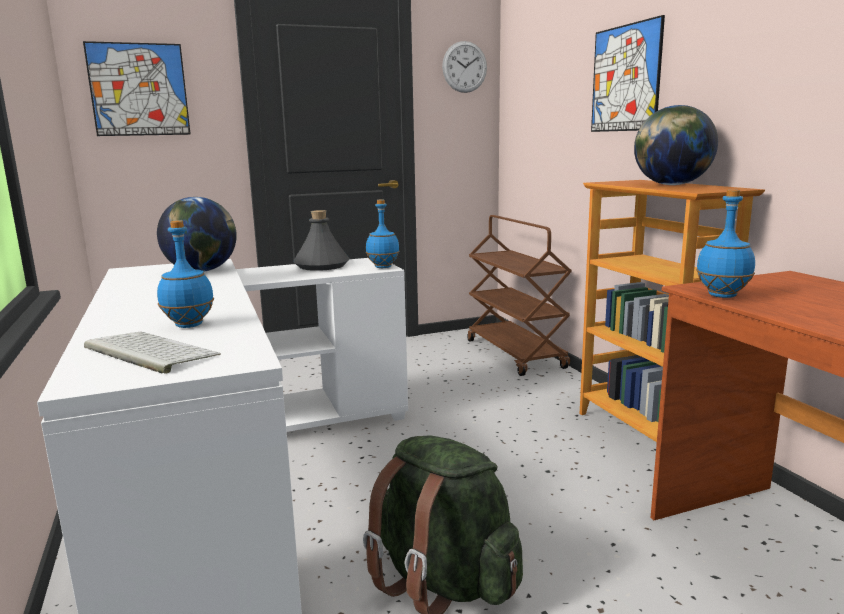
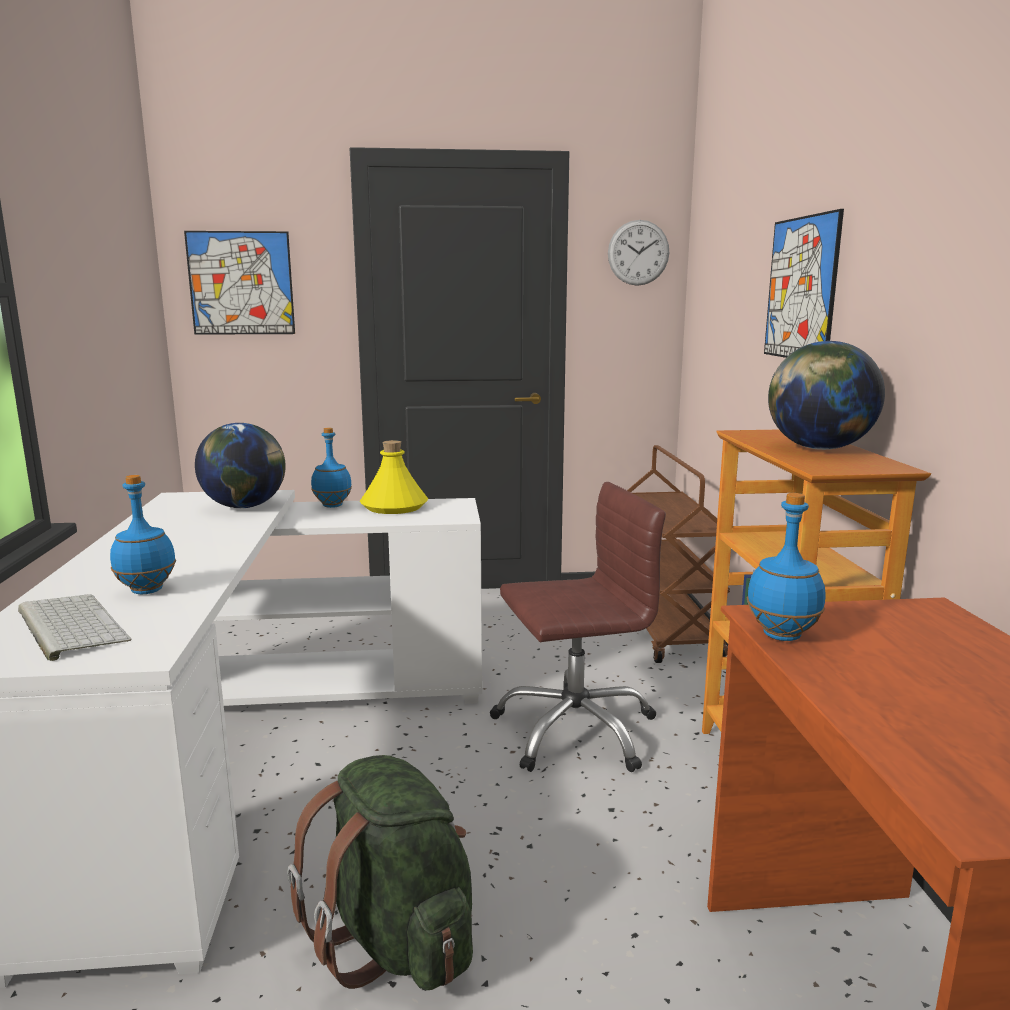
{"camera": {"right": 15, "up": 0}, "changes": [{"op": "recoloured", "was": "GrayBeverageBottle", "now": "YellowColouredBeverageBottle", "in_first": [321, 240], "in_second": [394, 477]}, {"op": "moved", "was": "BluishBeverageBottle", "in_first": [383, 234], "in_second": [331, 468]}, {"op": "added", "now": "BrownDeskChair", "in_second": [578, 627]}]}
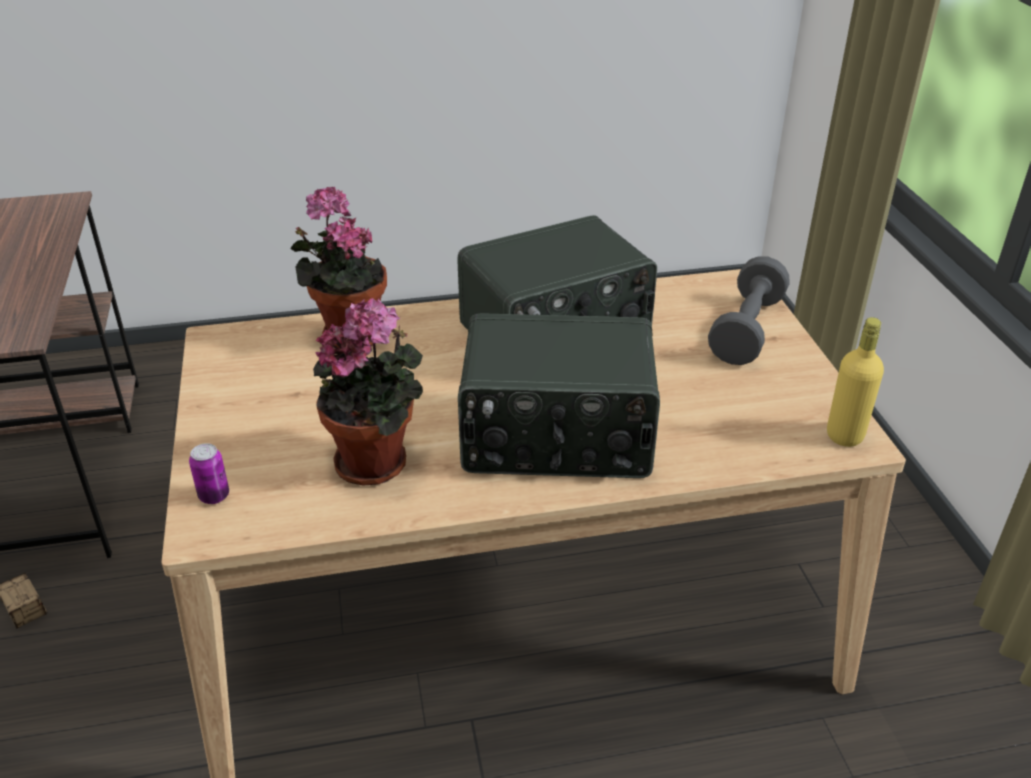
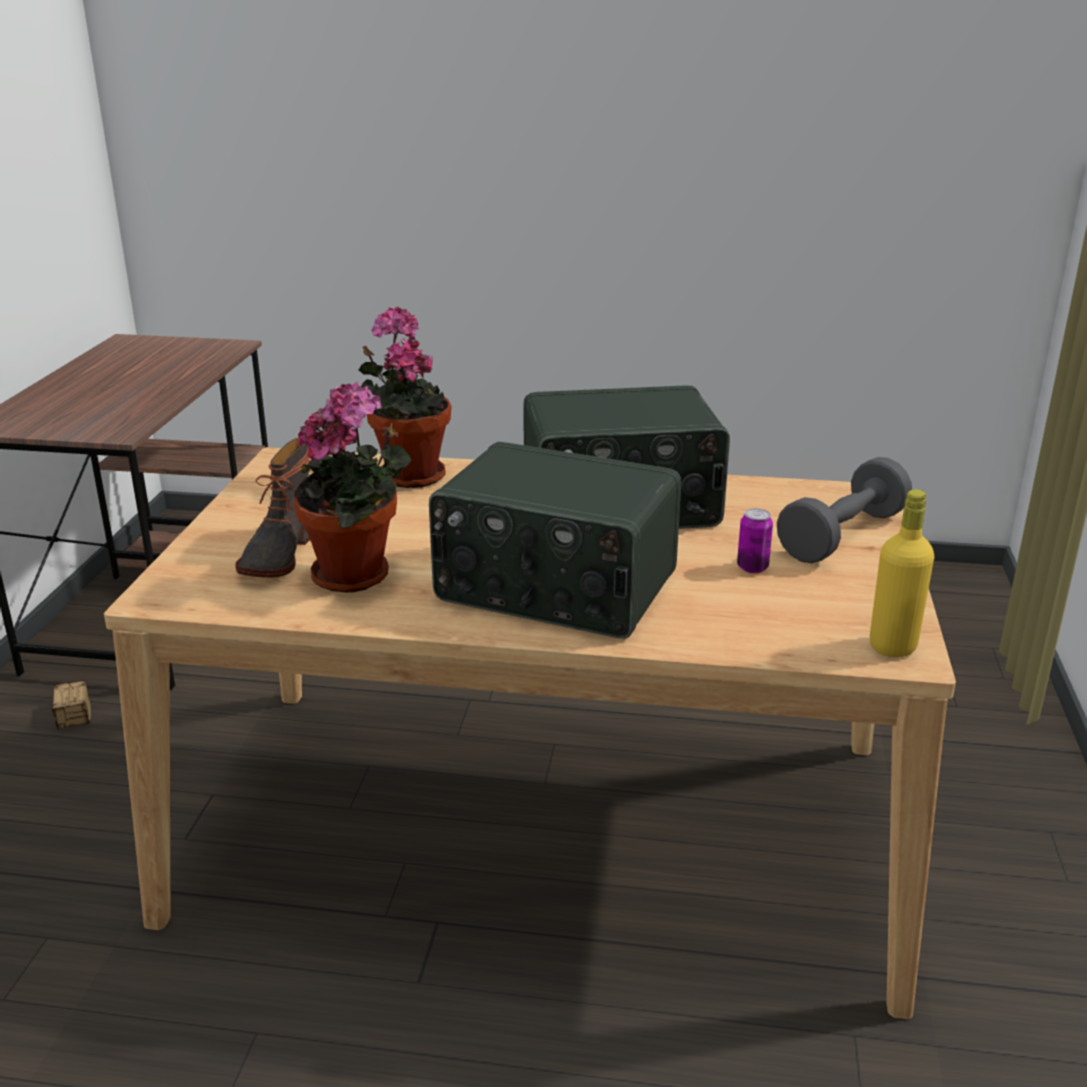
{"camera": {"right": 20, "up": -10}, "changes": [{"op": "moved", "was": "MetalCan", "in_first": [209, 473], "in_second": [755, 540]}, {"op": "added", "now": "TallBoot", "in_second": [272, 508]}]}
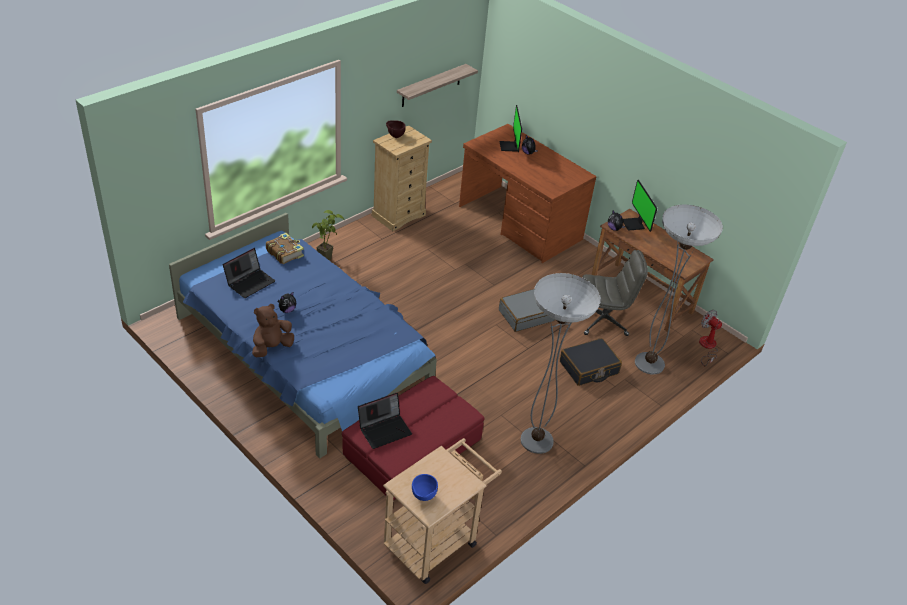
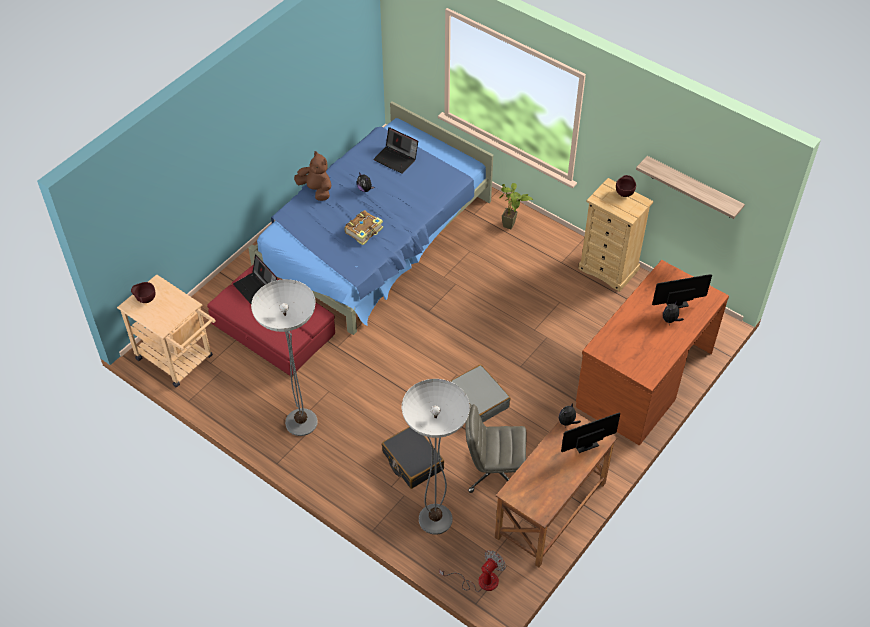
{"camera": {"right": 85, "up": 10}, "changes": [{"op": "moved", "was": "Book", "in_first": [285, 248], "in_second": [363, 227]}, {"op": "recoloured", "was": "BluishBowl", "now": "BrownBowl", "in_first": [425, 487], "in_second": [143, 292]}, {"op": "turned", "was": "GrayDeskChair", "in_first": [615, 293], "in_second": [496, 448], "clockwise": 105}]}
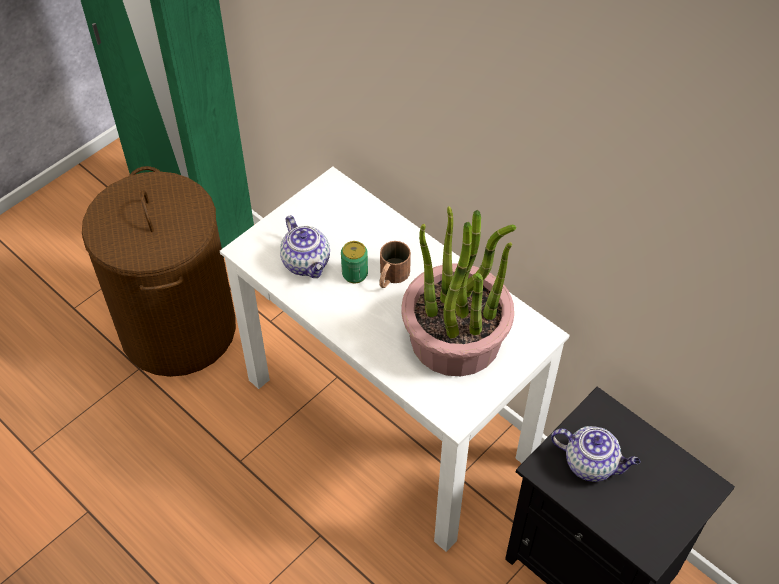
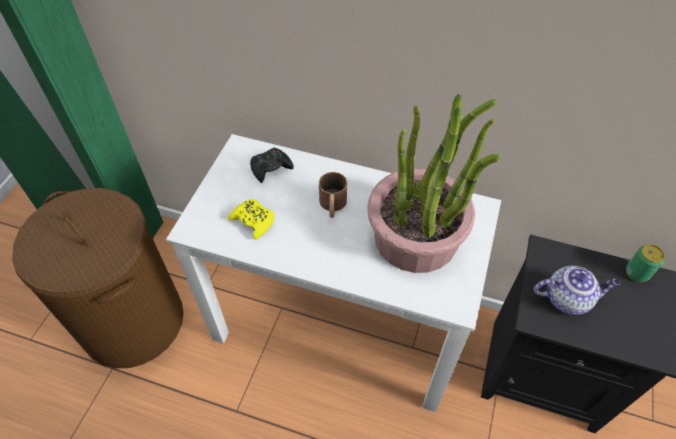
{"camera": {"right": -25, "up": 0}, "changes": [{"op": "replaced", "was": "TeaPot", "now": "YellowColouredGameController", "in_first": [305, 246], "in_second": [251, 219]}, {"op": "moved", "was": "MetalCan", "in_first": [354, 262], "in_second": [645, 263]}, {"op": "added", "now": "BlackColouredGameController", "in_second": [272, 165]}]}
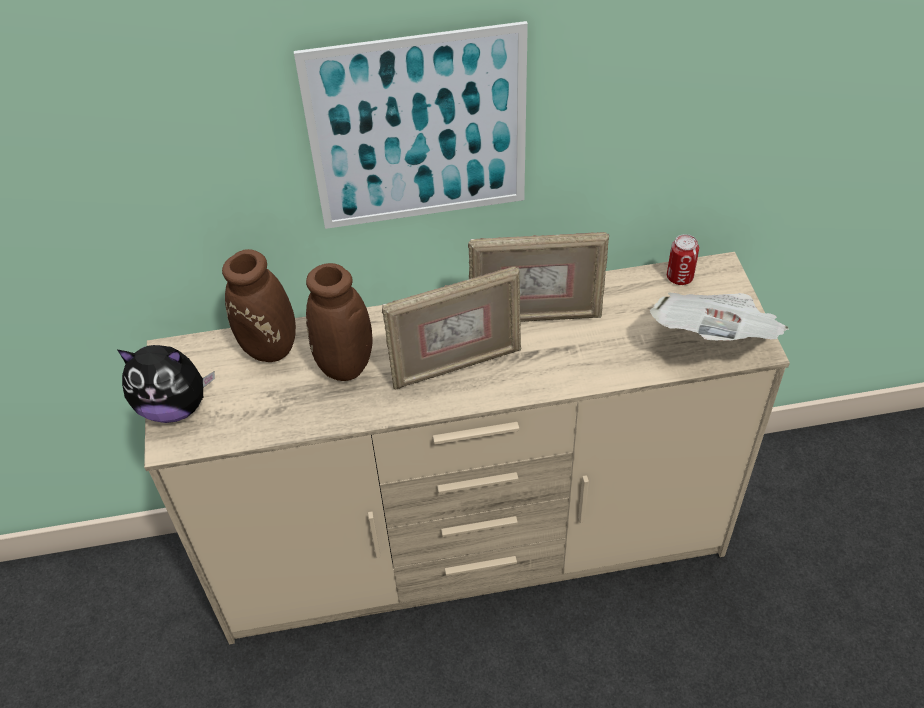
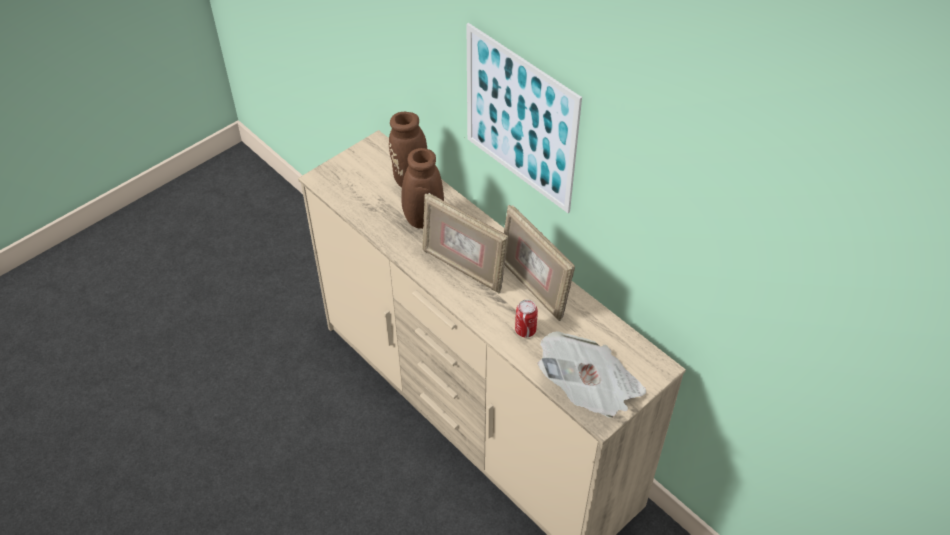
{"camera": {"right": 55, "up": 0}, "changes": [{"op": "removed", "was": "SoftToy", "in_first": [166, 384]}, {"op": "moved", "was": "MetalCan", "in_first": [683, 259], "in_second": [526, 318]}]}
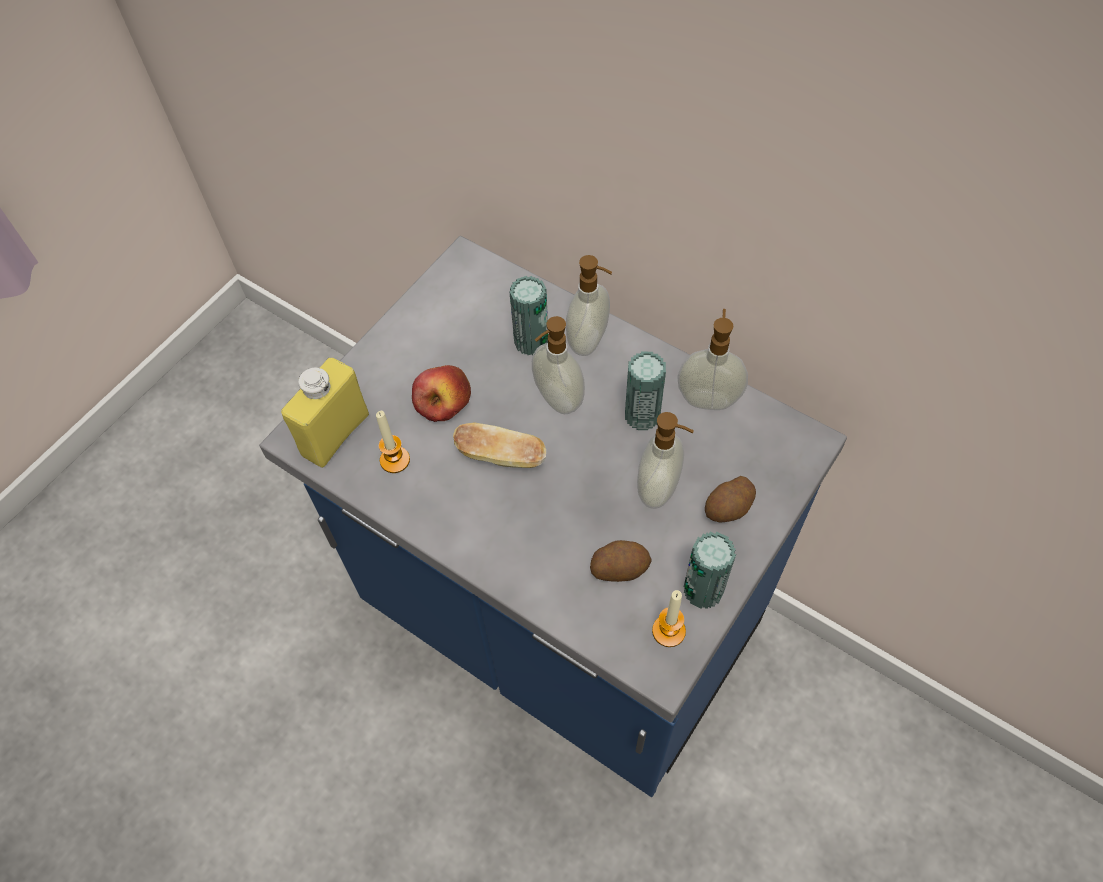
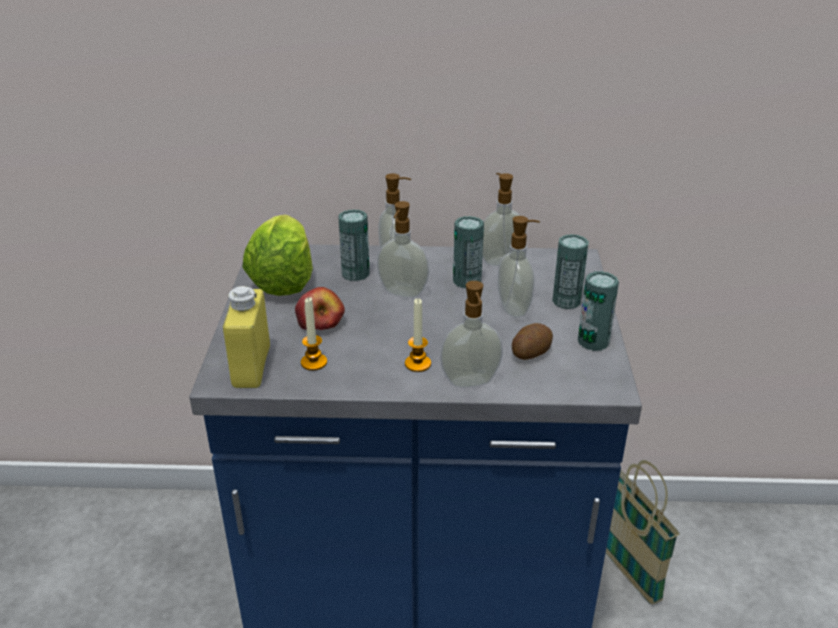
{"camera": {"right": -35, "up": -25}, "changes": [{"op": "removed", "was": "BakeryBread", "in_first": [499, 445]}, {"op": "moved", "was": "WaxLight", "in_first": [669, 618], "in_second": [418, 335]}, {"op": "replaced", "was": "WholePotato", "now": "MetalCan", "in_first": [730, 499], "in_second": [570, 271]}, {"op": "added", "now": "HeadOfLettuce", "in_second": [277, 255]}, {"op": "added", "now": "SoapDispenser", "in_second": [471, 334]}, {"op": "added", "now": "Basket", "in_second": [643, 532]}]}
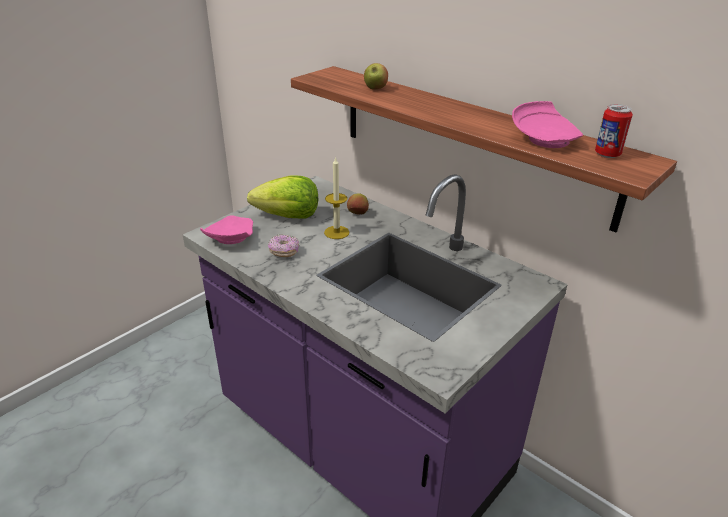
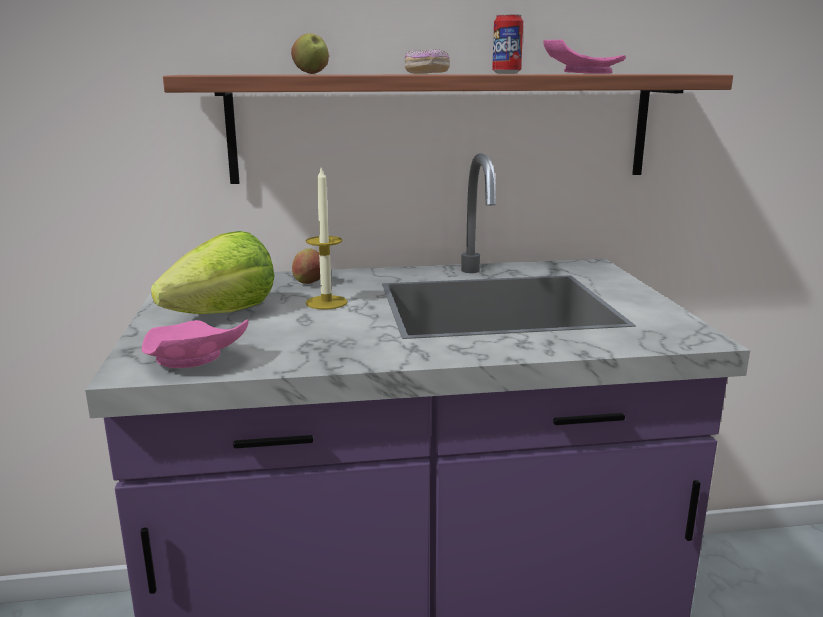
{"camera": {"right": -50, "up": -15}, "changes": [{"op": "moved", "was": "RingDoughnut", "in_first": [283, 245], "in_second": [427, 61]}, {"op": "moved", "was": "MetalCan", "in_first": [614, 131], "in_second": [507, 44]}]}
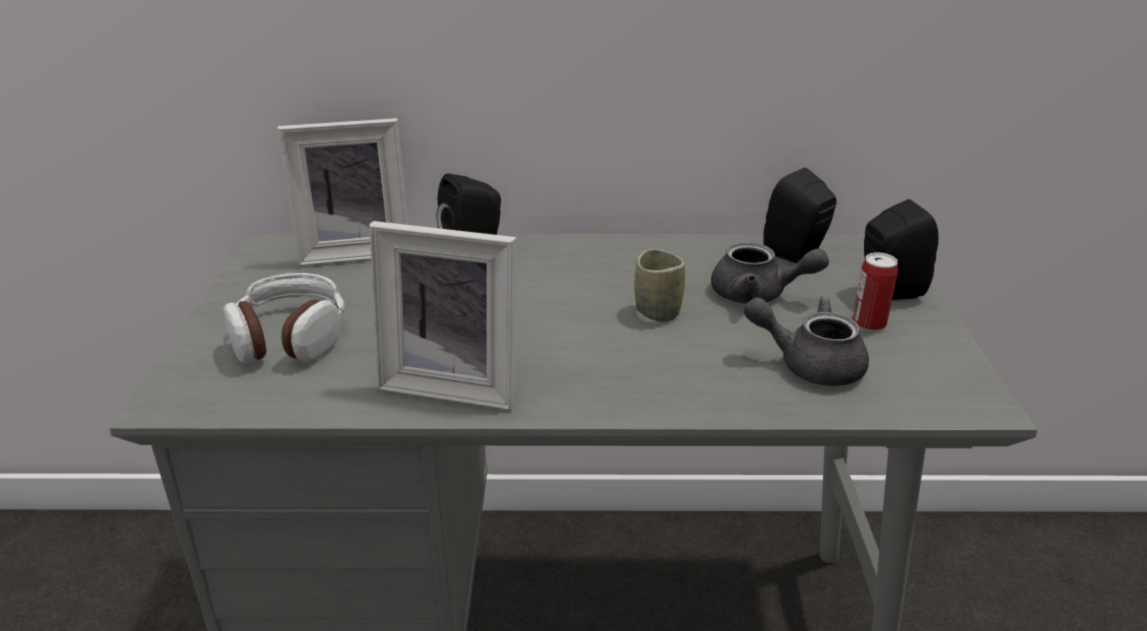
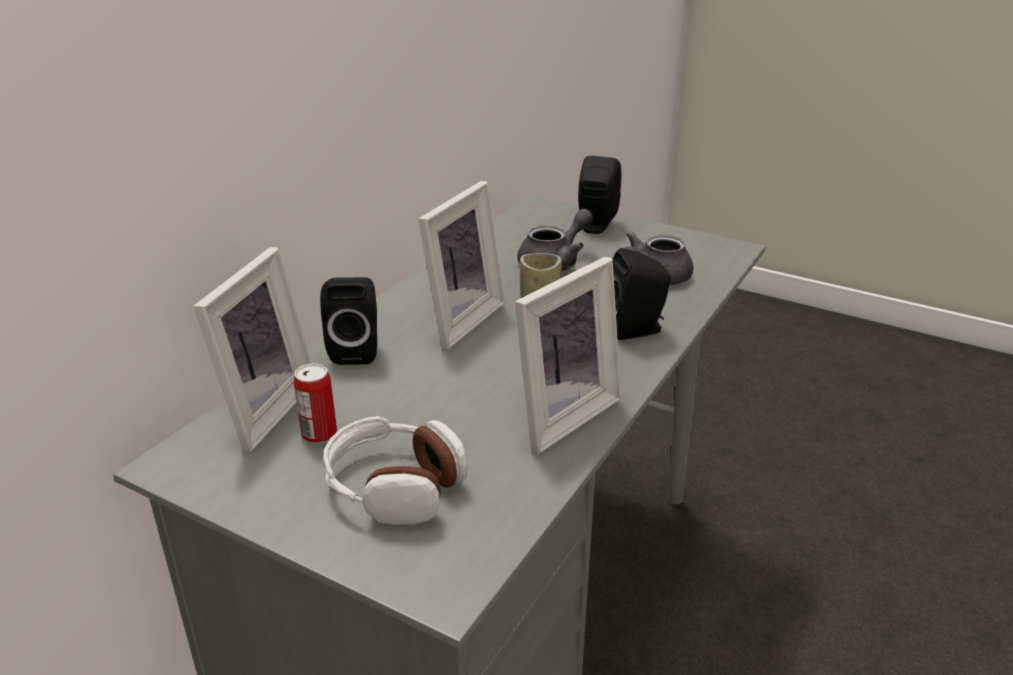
{"camera": {"right": -60, "up": 0}, "changes": [{"op": "moved", "was": "BlackColouredAudioSpeaker", "in_first": [800, 216], "in_second": [641, 294]}, {"op": "moved", "was": "MetalCan", "in_first": [875, 291], "in_second": [315, 403]}, {"op": "added", "now": "StandingFrame", "in_second": [461, 265]}]}
